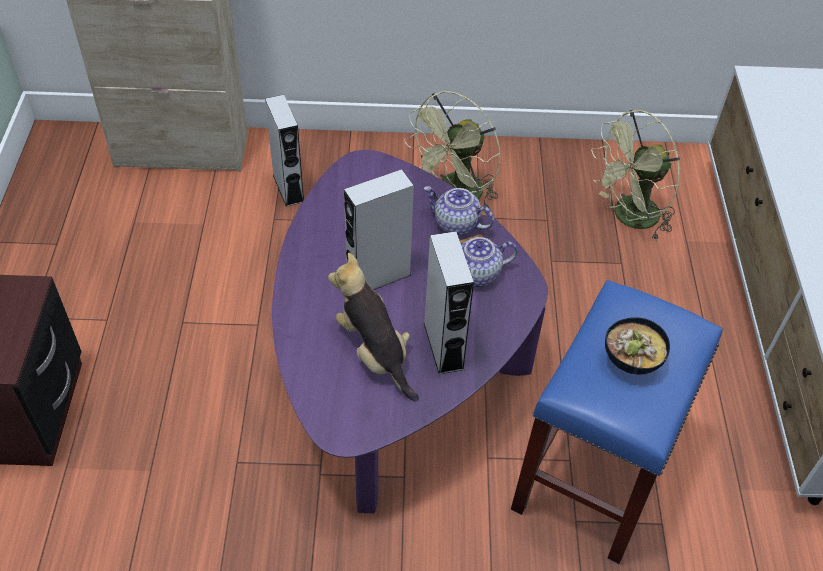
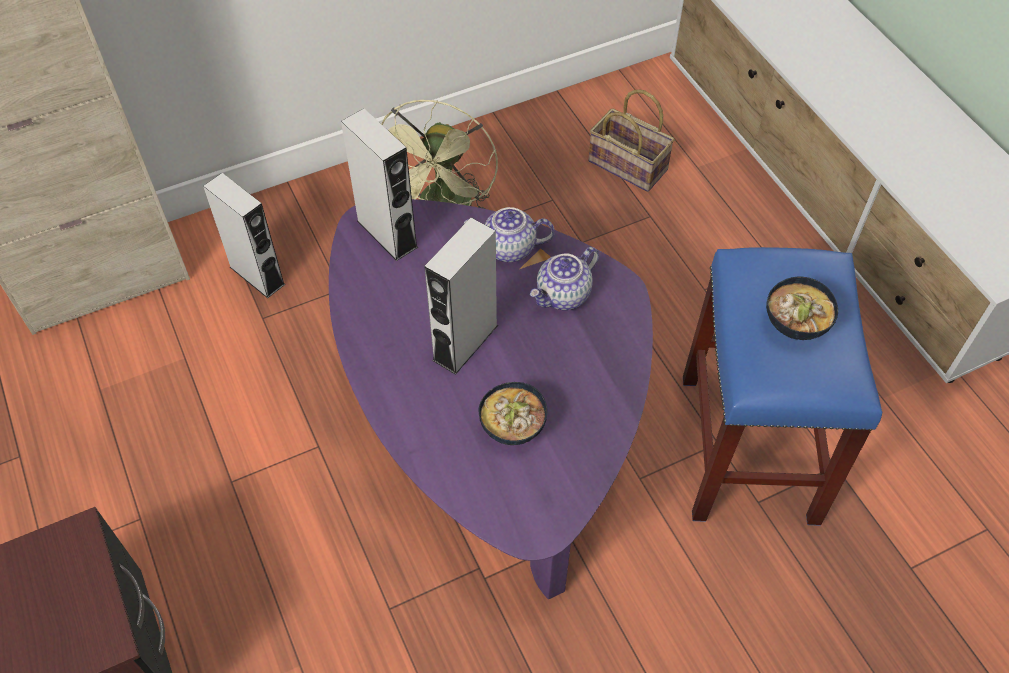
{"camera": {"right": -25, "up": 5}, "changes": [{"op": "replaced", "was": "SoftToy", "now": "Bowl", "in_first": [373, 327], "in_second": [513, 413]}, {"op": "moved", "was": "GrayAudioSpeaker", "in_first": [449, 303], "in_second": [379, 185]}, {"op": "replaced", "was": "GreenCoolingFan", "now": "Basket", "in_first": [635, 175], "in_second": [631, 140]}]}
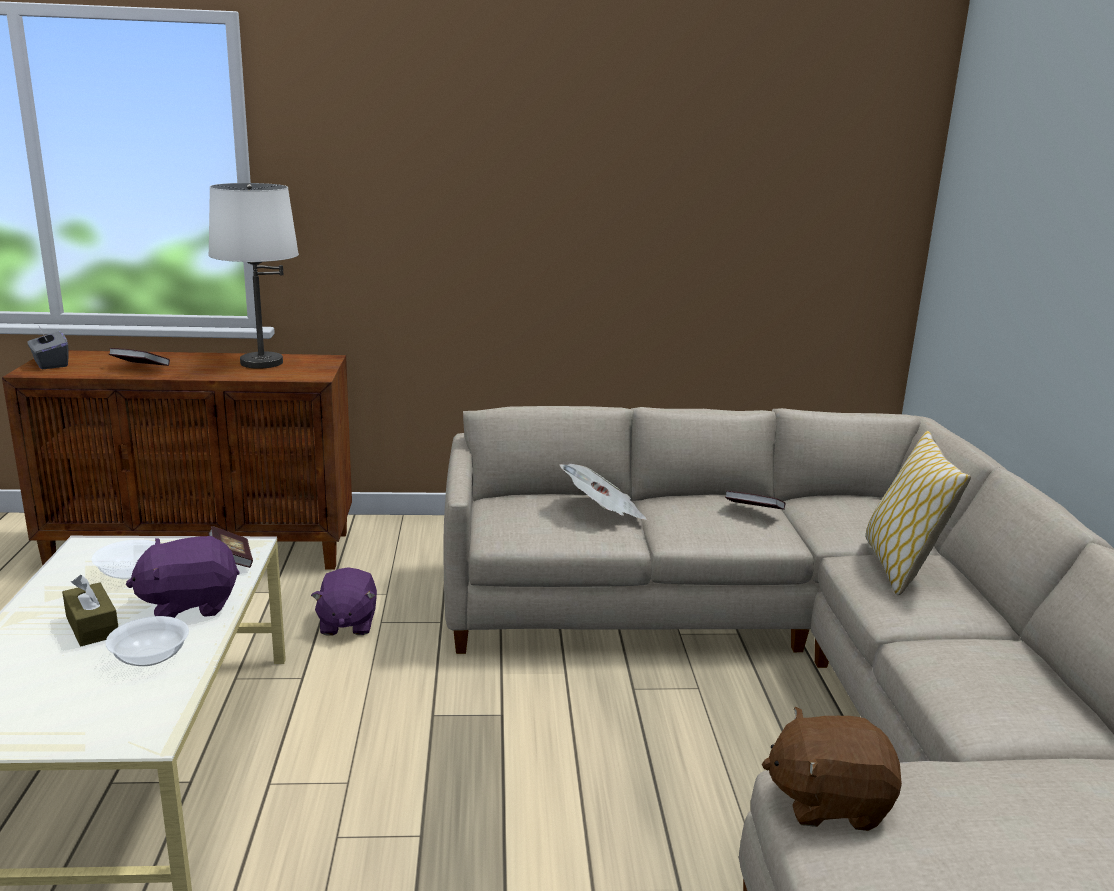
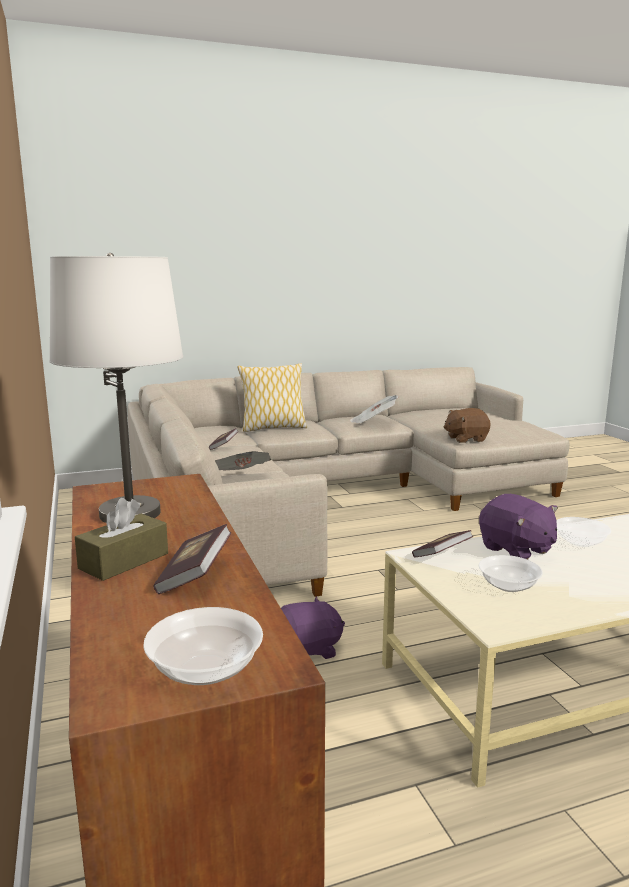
{"camera": {"right": -105, "up": -5}, "changes": [{"op": "replaced", "was": "GrayTissueHolder", "now": "Bowl", "in_first": [48, 347], "in_second": [203, 646]}, {"op": "moved", "was": "BrownTissueHolder", "in_first": [90, 610], "in_second": [121, 539]}, {"op": "turned", "was": "BrownSoftToy", "in_first": [832, 769], "in_second": [467, 425], "clockwise": 90}, {"op": "added", "now": "DailyPaper", "in_second": [374, 409]}]}
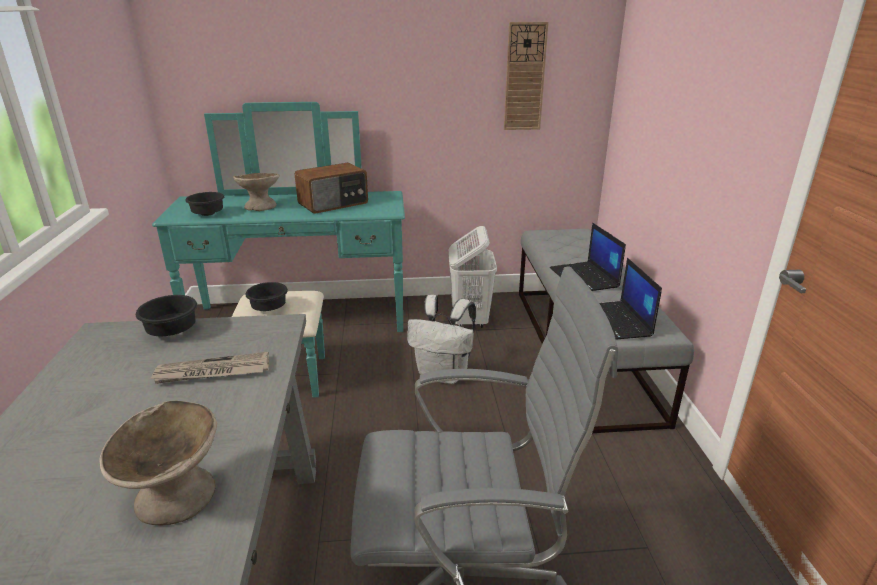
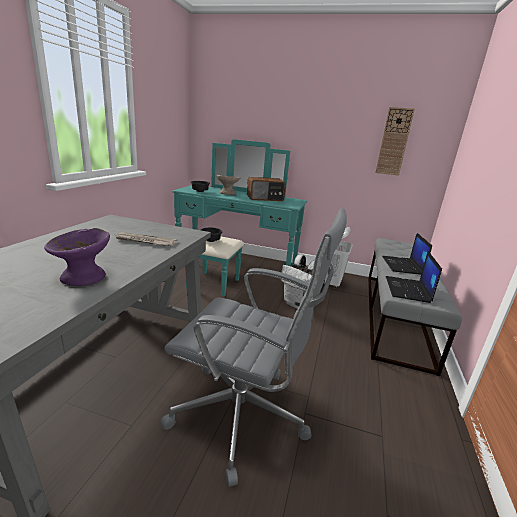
{"camera": {"right": 20, "up": -5}, "changes": [{"op": "recoloured", "was": "SandColouredBowl", "now": "PurplishBowl", "in_first": [158, 463], "in_second": [77, 257]}, {"op": "removed", "was": "BlackColouredBowl", "in_first": [166, 315]}]}
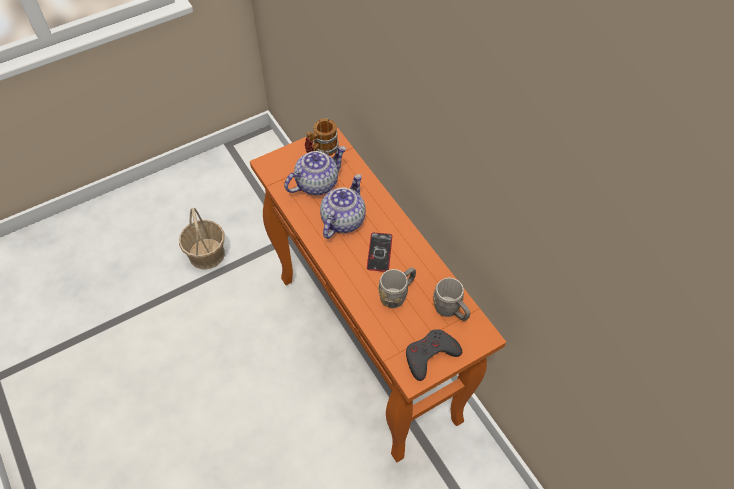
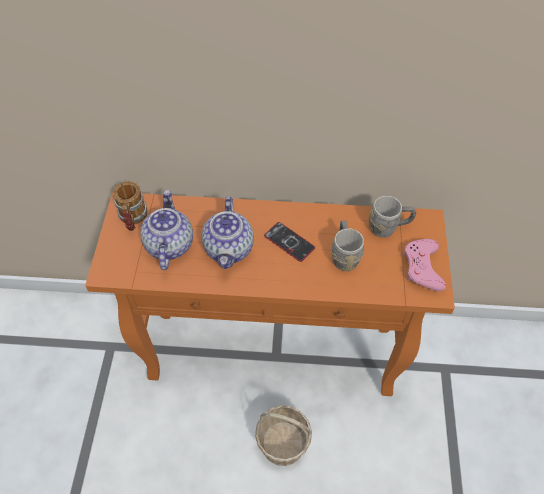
{"camera": {"right": -55, "up": 0}, "changes": [{"op": "moved", "was": "Basket", "in_first": [202, 239], "in_second": [283, 435]}, {"op": "turned", "was": "TeaPot", "in_first": [343, 206], "in_second": [228, 233], "clockwise": -150}, {"op": "recoloured", "was": "GrayGameController", "now": "PinkGameController", "in_first": [434, 355], "in_second": [425, 265]}]}
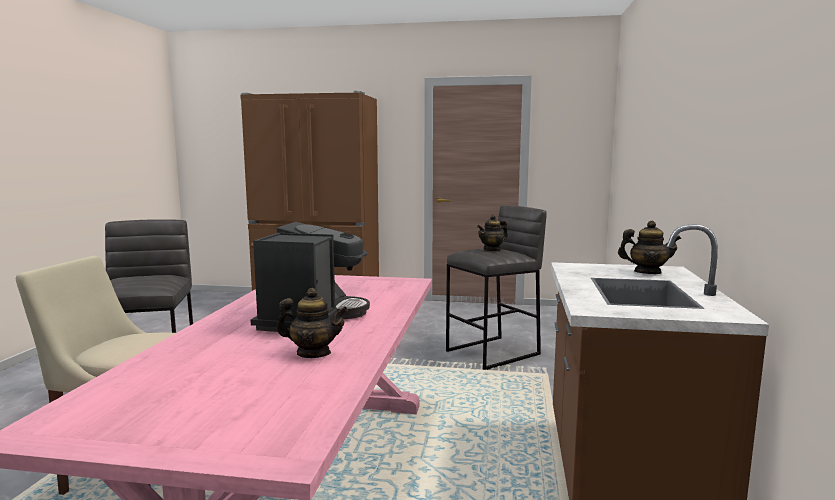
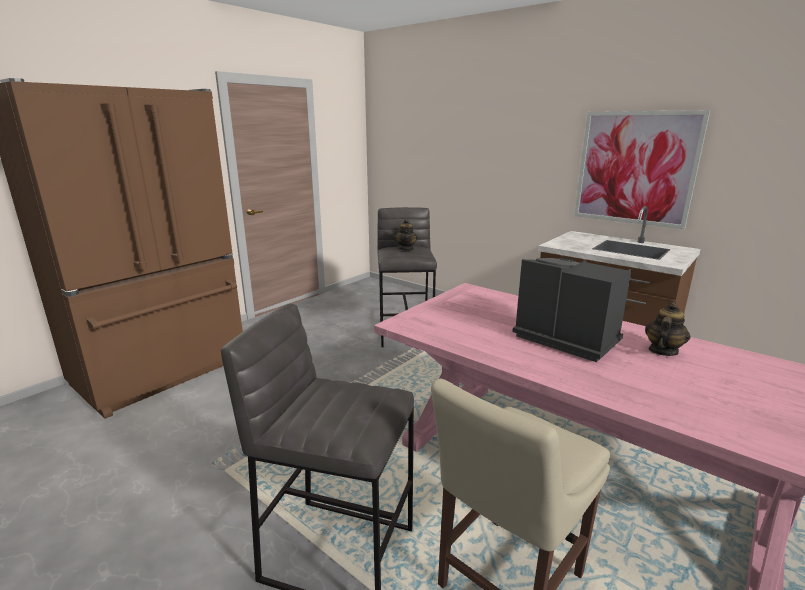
{"camera": {"right": -60, "up": 10}, "changes": [{"op": "removed", "was": "TeaPot", "in_first": [650, 247]}, {"op": "added", "now": "WallArt", "in_second": [642, 169]}]}
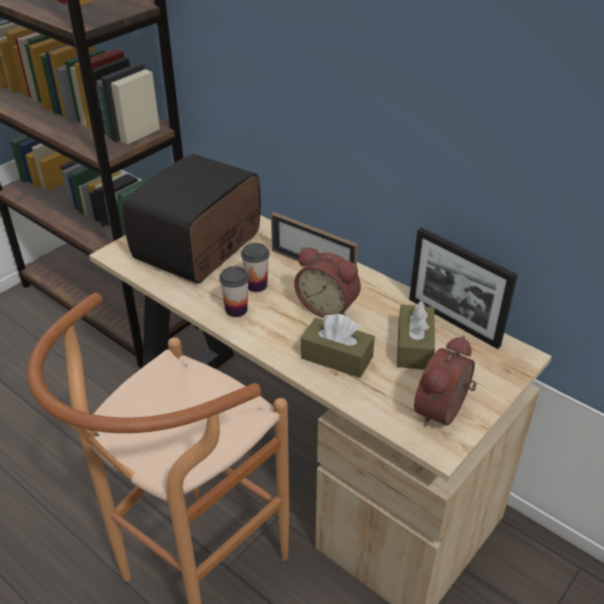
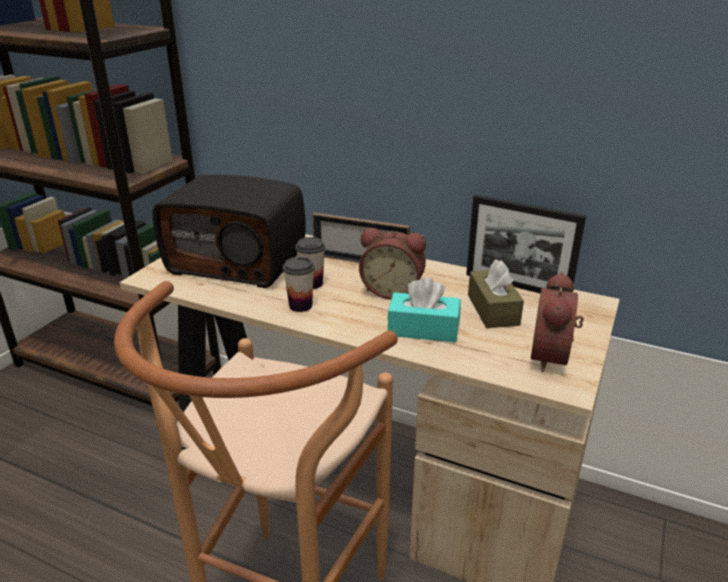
{"camera": {"right": -15, "up": -10}, "changes": [{"op": "turned", "was": "Radio", "in_first": [192, 219], "in_second": [229, 231], "clockwise": -90}, {"op": "recoloured", "was": "BrownTissueHolder", "now": "BlueGreenTissueHolder", "in_first": [338, 346], "in_second": [424, 309]}]}
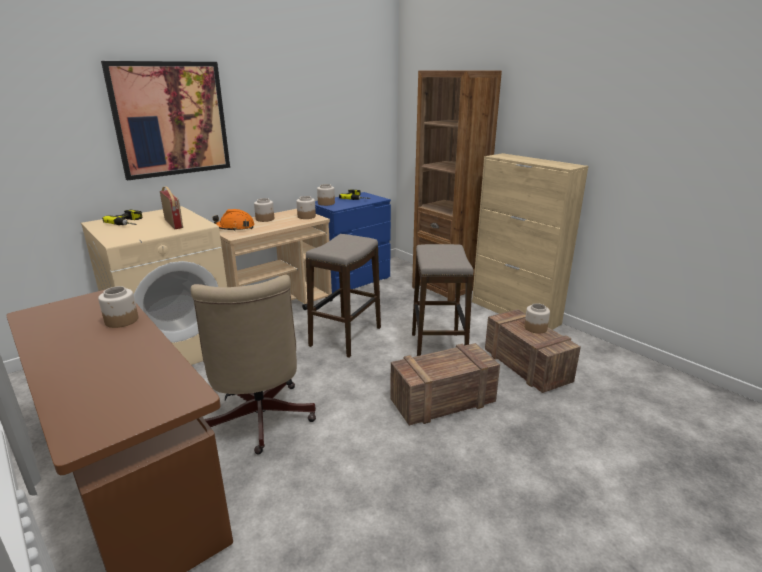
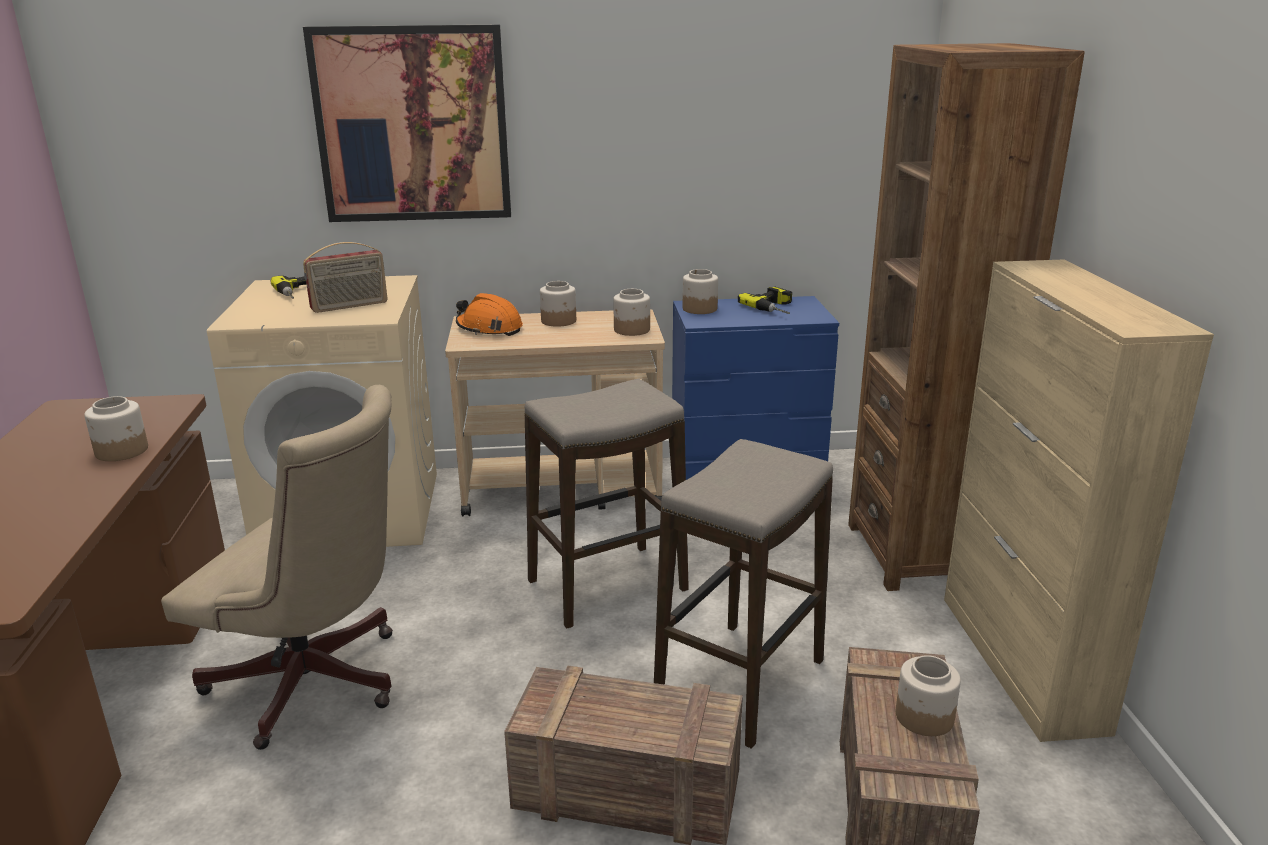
{"camera": {"right": 35, "up": 0}, "changes": [{"op": "turned", "was": "Radio", "in_first": [171, 207], "in_second": [345, 277], "clockwise": 60}, {"op": "turned", "was": "SandColouredDeskChair", "in_first": [253, 364], "in_second": [277, 567], "clockwise": -90}]}
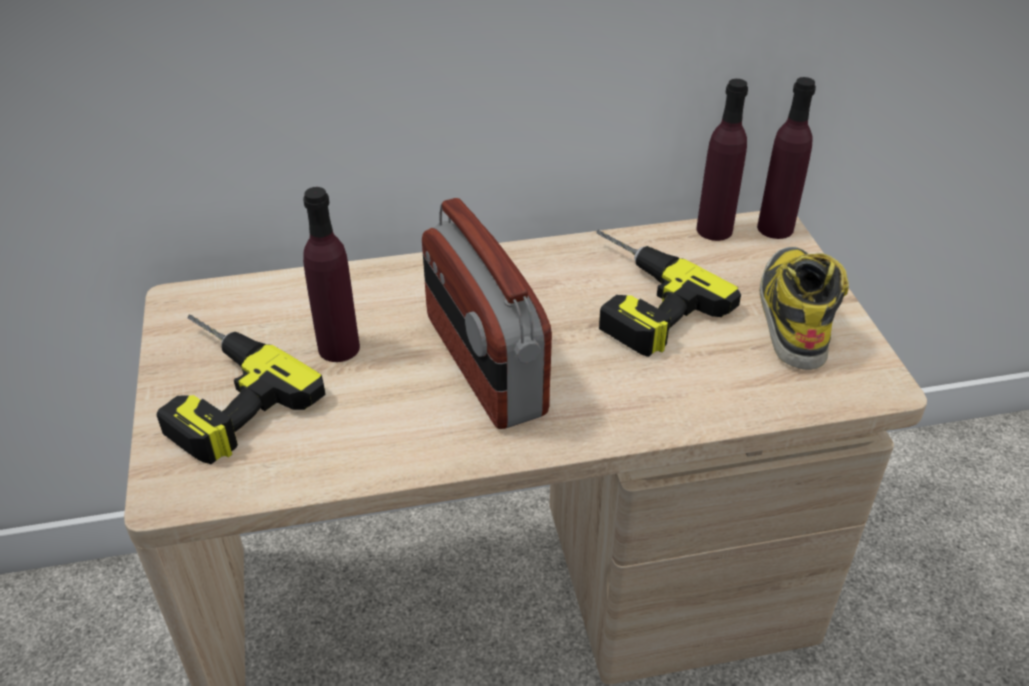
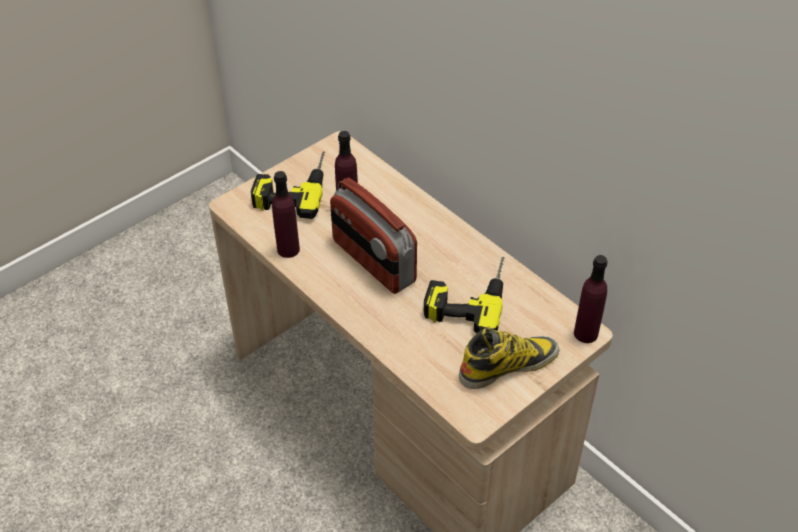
{"camera": {"right": 60, "up": 5}, "changes": [{"op": "turned", "was": "Radio", "in_first": [487, 313], "in_second": [373, 236], "clockwise": -75}, {"op": "moved", "was": "PurplishBeverageBottle", "in_first": [722, 160], "in_second": [286, 214]}]}
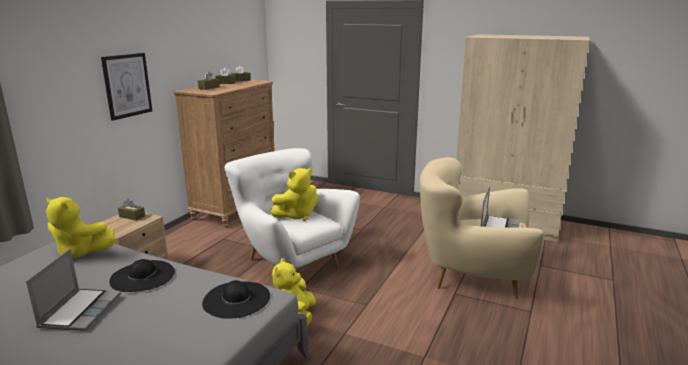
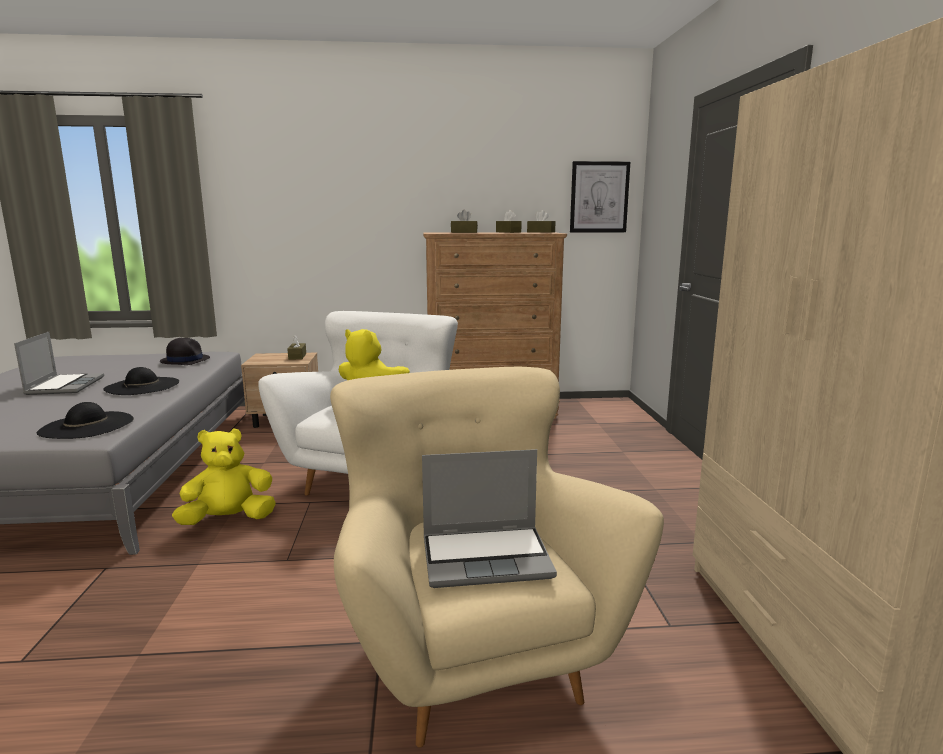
{"camera": {"right": 60, "up": -5}, "changes": [{"op": "turned", "was": "NotebookComputer", "in_first": [73, 290], "in_second": [59, 363], "clockwise": -75}, {"op": "replaced", "was": "YellowColouredSoftToy", "now": "BlackColouredHat", "in_first": [80, 227], "in_second": [185, 351]}, {"op": "moved", "was": "WallArt", "in_first": [126, 87], "in_second": [600, 196]}]}
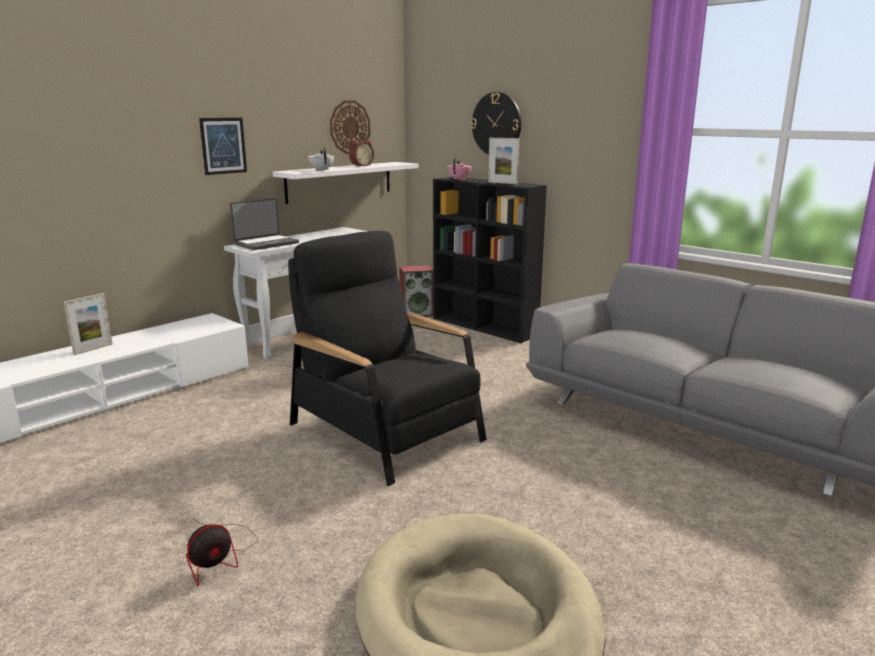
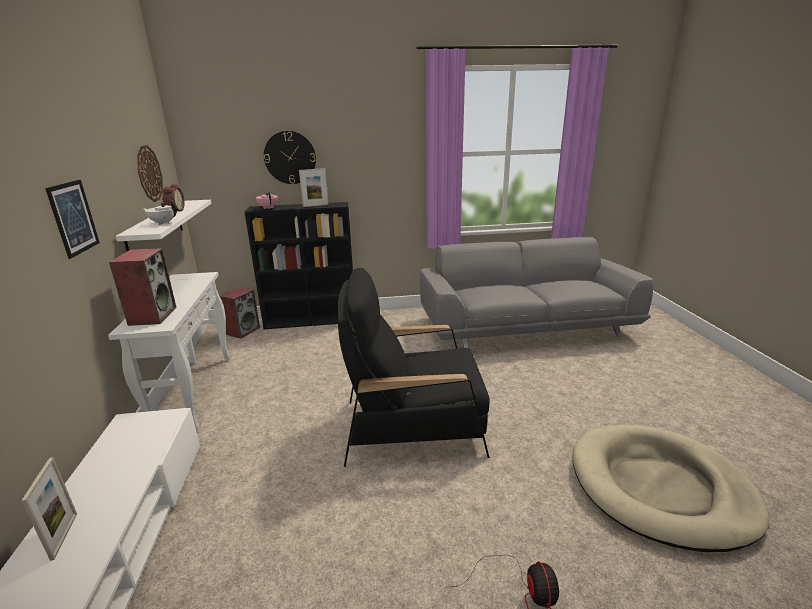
{"camera": {"right": -50, "up": 5}, "changes": [{"op": "replaced", "was": "NotebookComputer", "now": "AudioSpeaker", "in_first": [264, 224], "in_second": [143, 287]}]}
